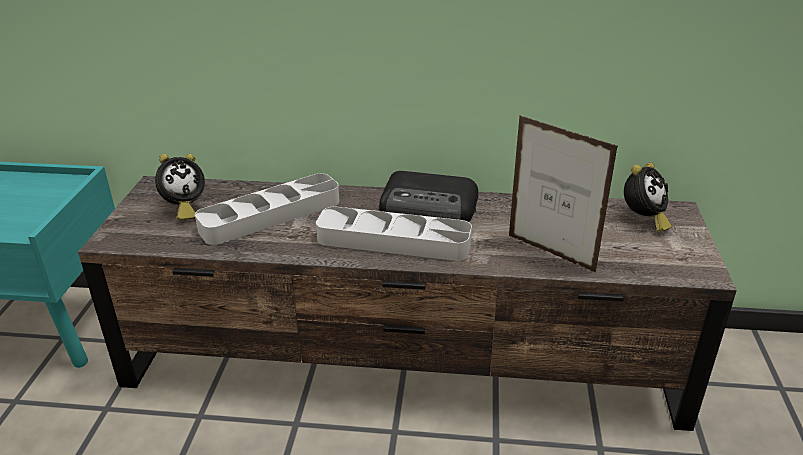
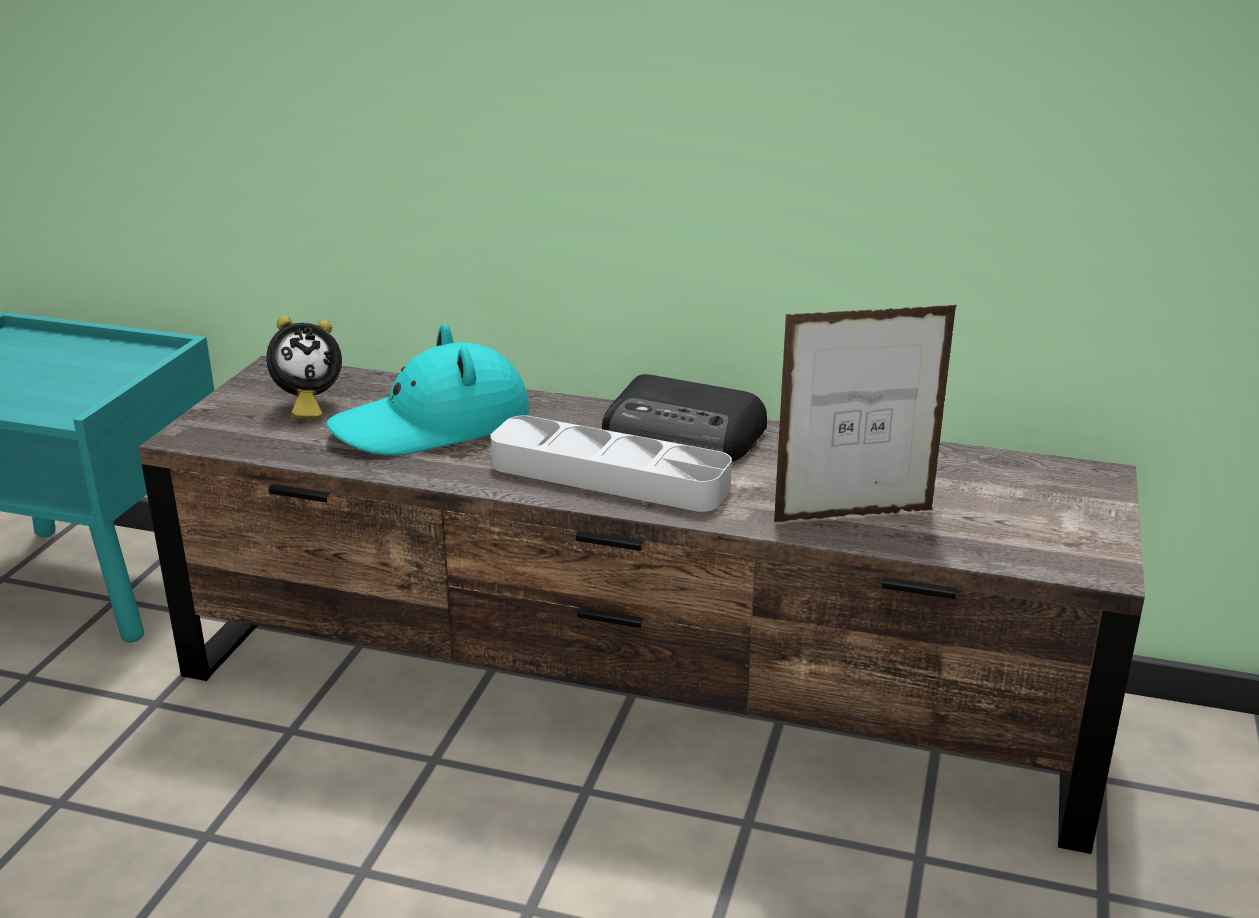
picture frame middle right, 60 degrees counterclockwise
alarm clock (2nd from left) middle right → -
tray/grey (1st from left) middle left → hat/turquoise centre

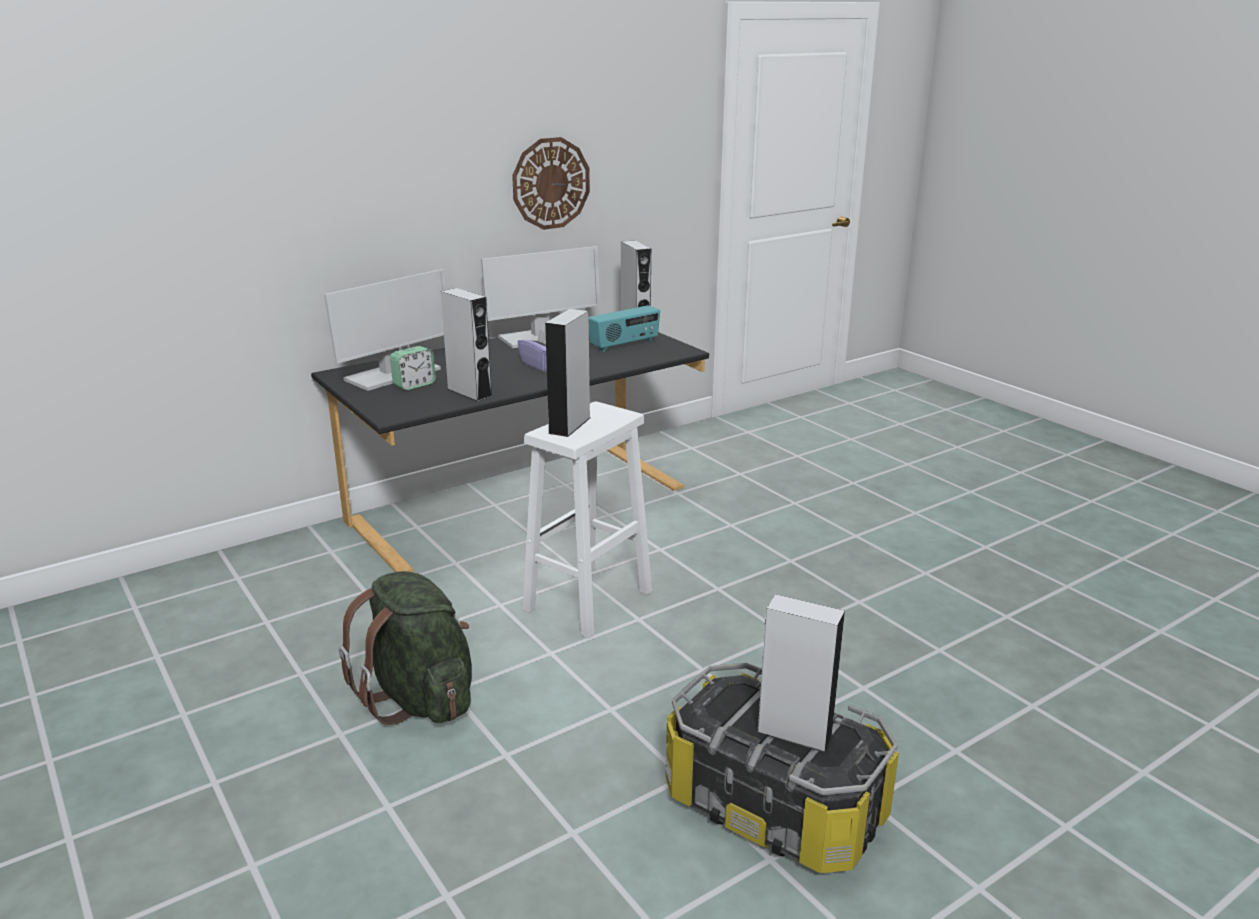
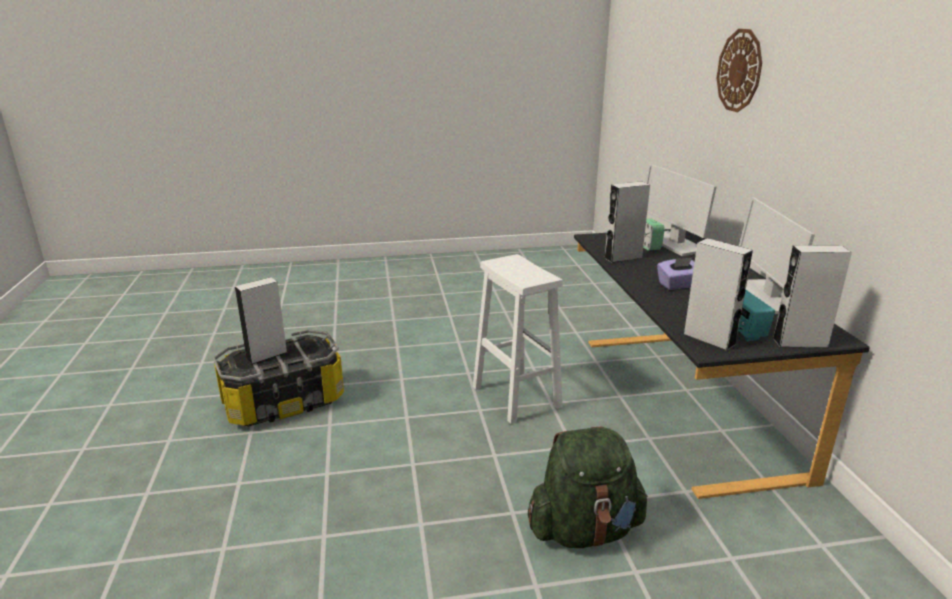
wall clock top centre → wall clock top right, move
speaker/grey (2nd from left in the first image) centre → speaker/grey (3rd from left) middle right, move
backpack/green bottom left → backpack/green bottom centre, move

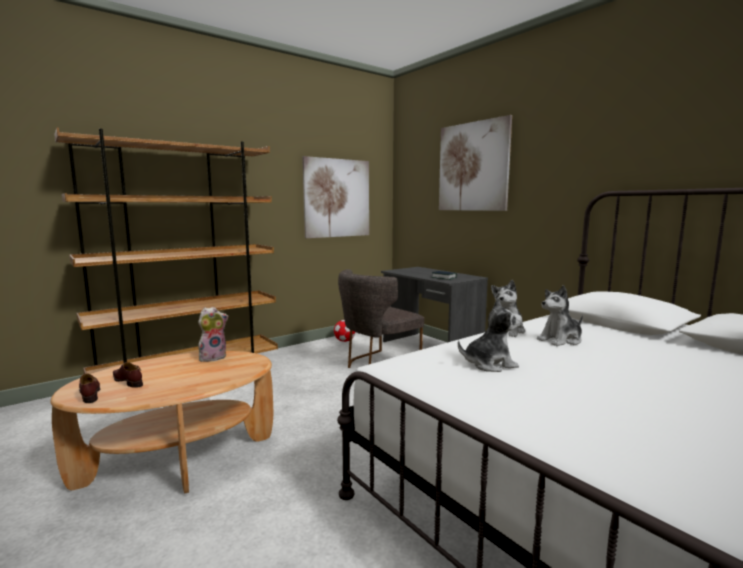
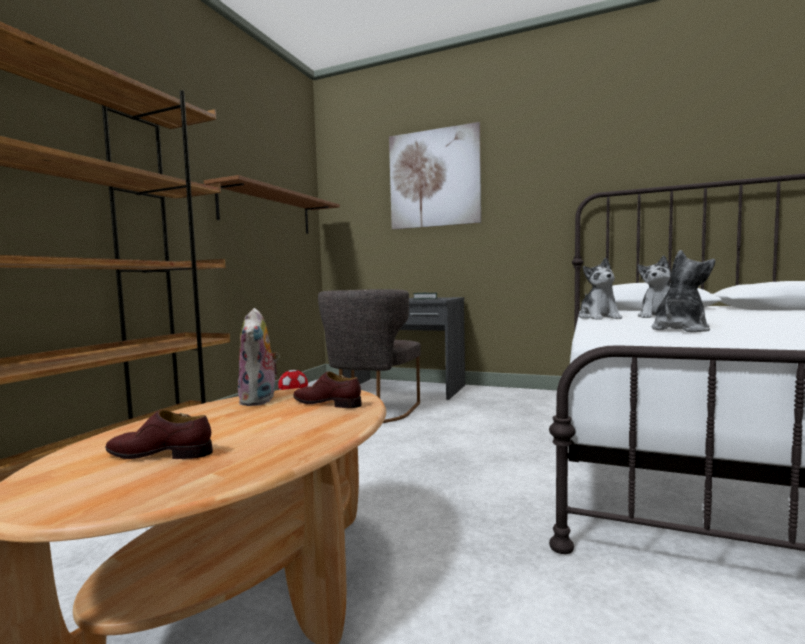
picture (1st from left) centre → shelf/brown top centre
plush toy (1st from left) middle left, 150 degrees clockwise
shoe/brown (1st from left in the first image) bottom left → shoe/brown (2nd from left) centre, move

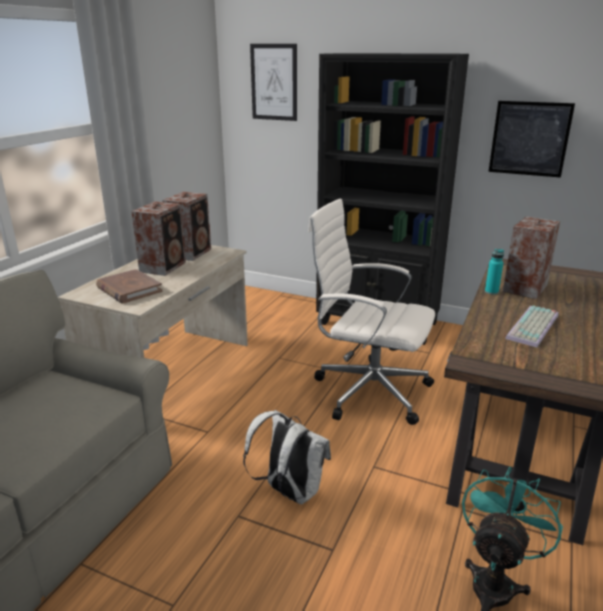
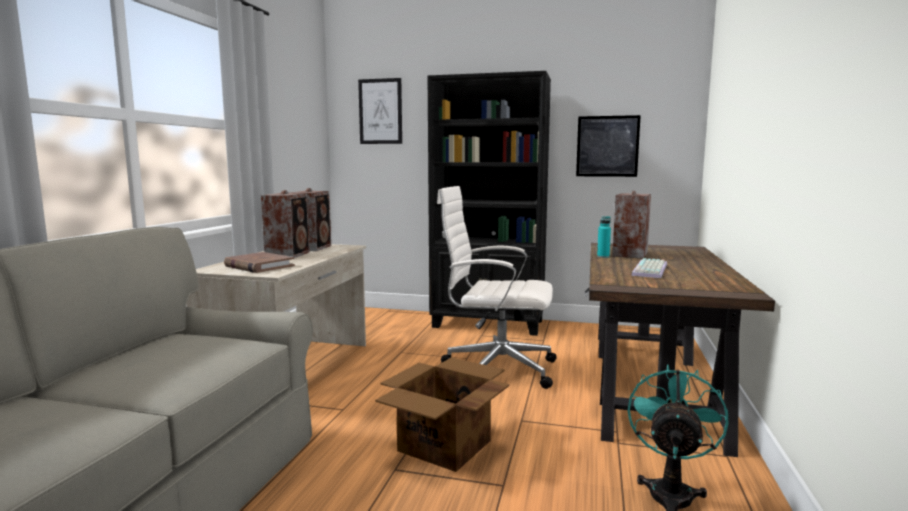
backpack/white bottom centre → cardboard box bottom centre

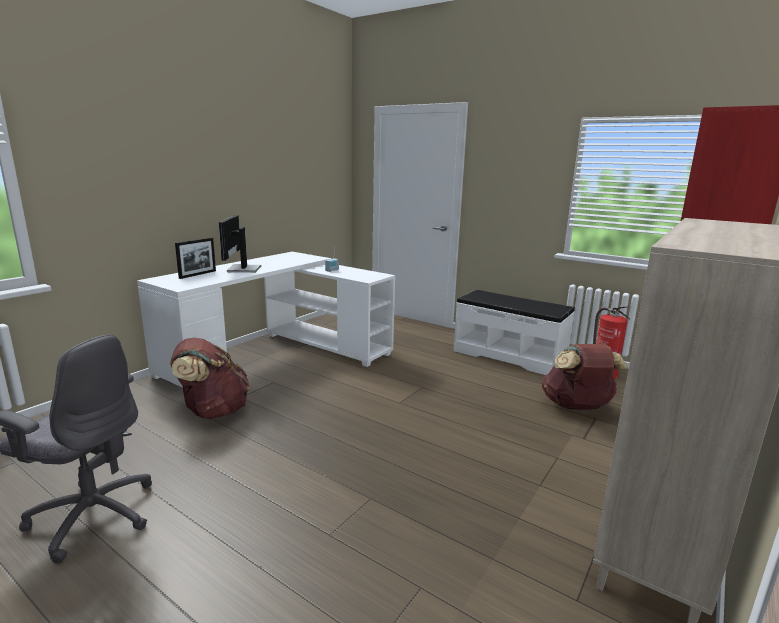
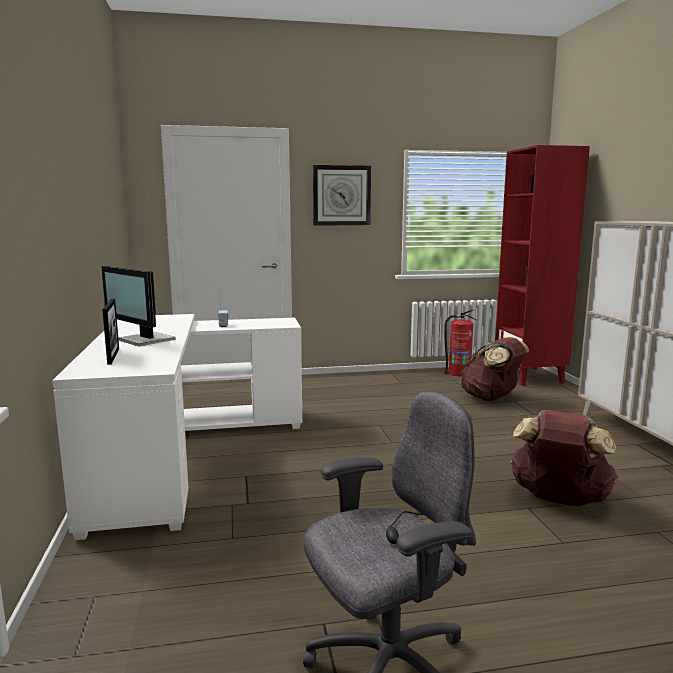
bench/white centre → -
backpack/brown (1st from left in the first image) middle left → backpack/brown (2nd from left) bottom right, move
- → wall clock top centre

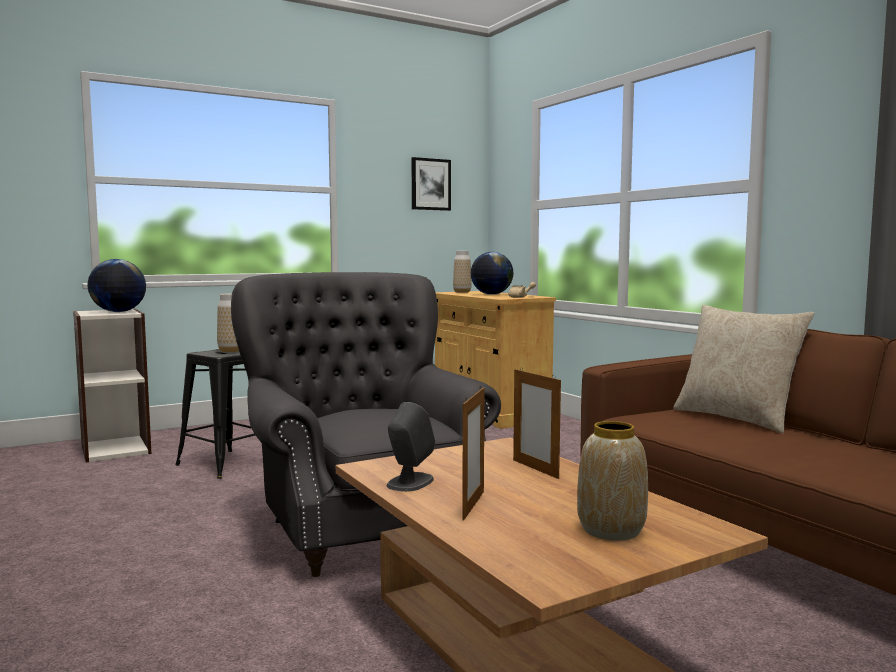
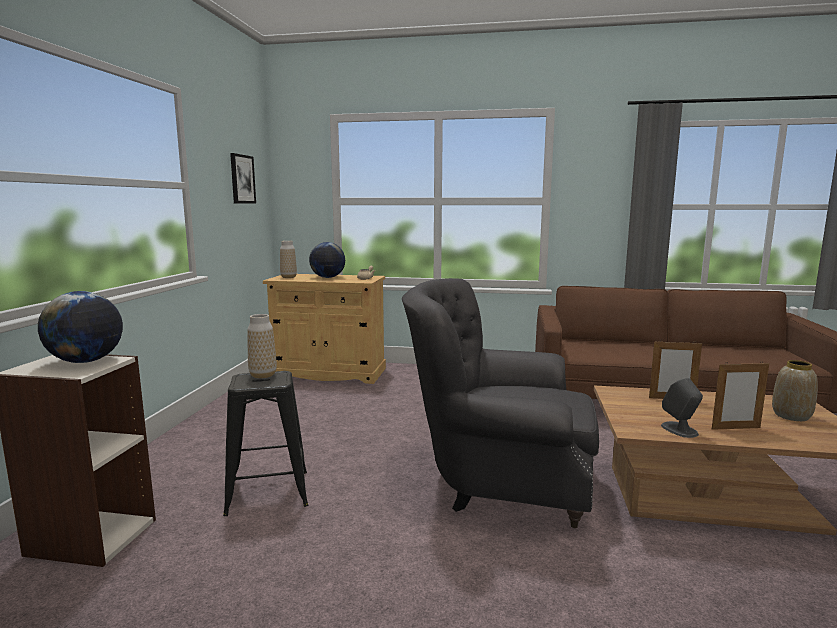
pillow/beige middle right → -
picture frame (1st from left in the first image) bottom centre → picture frame (2nd from left) middle right, 120 degrees clockwise

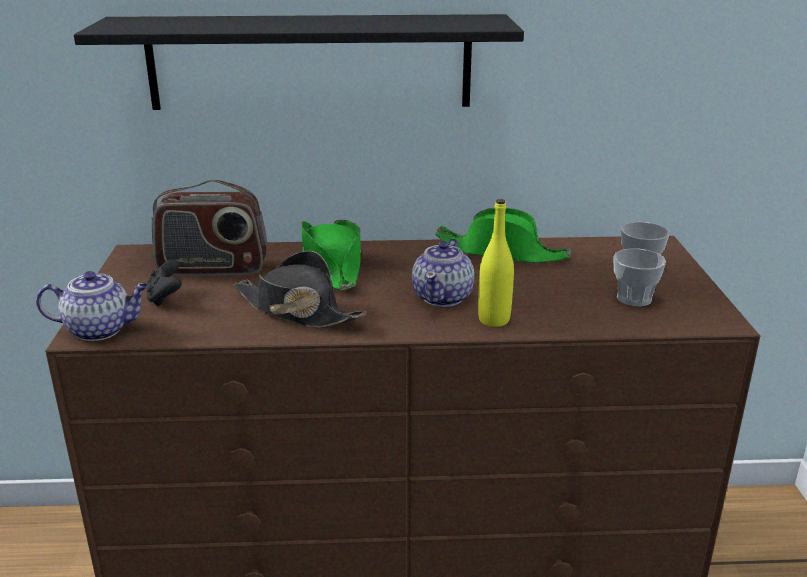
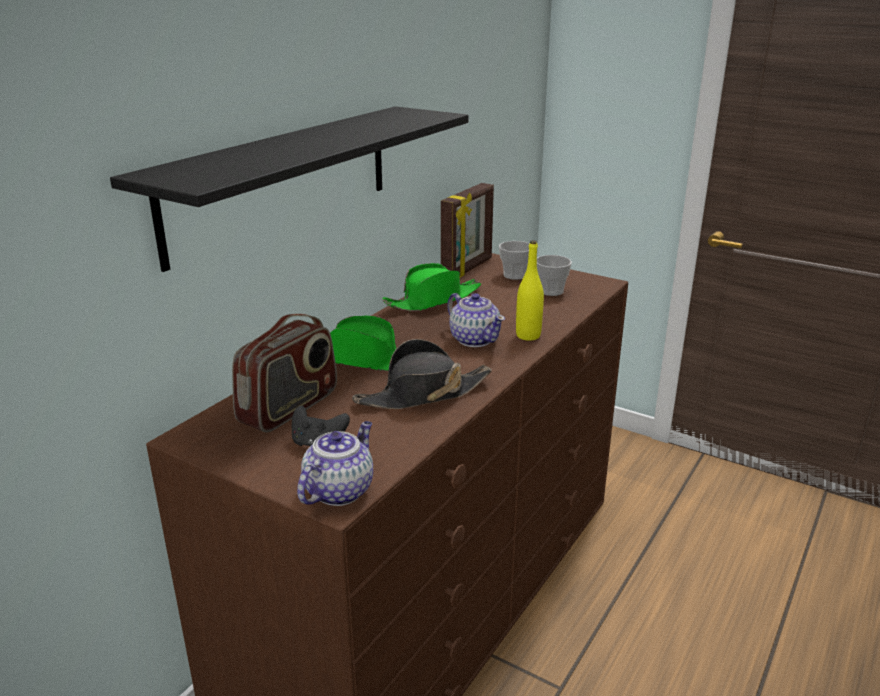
- → picture frame top centre

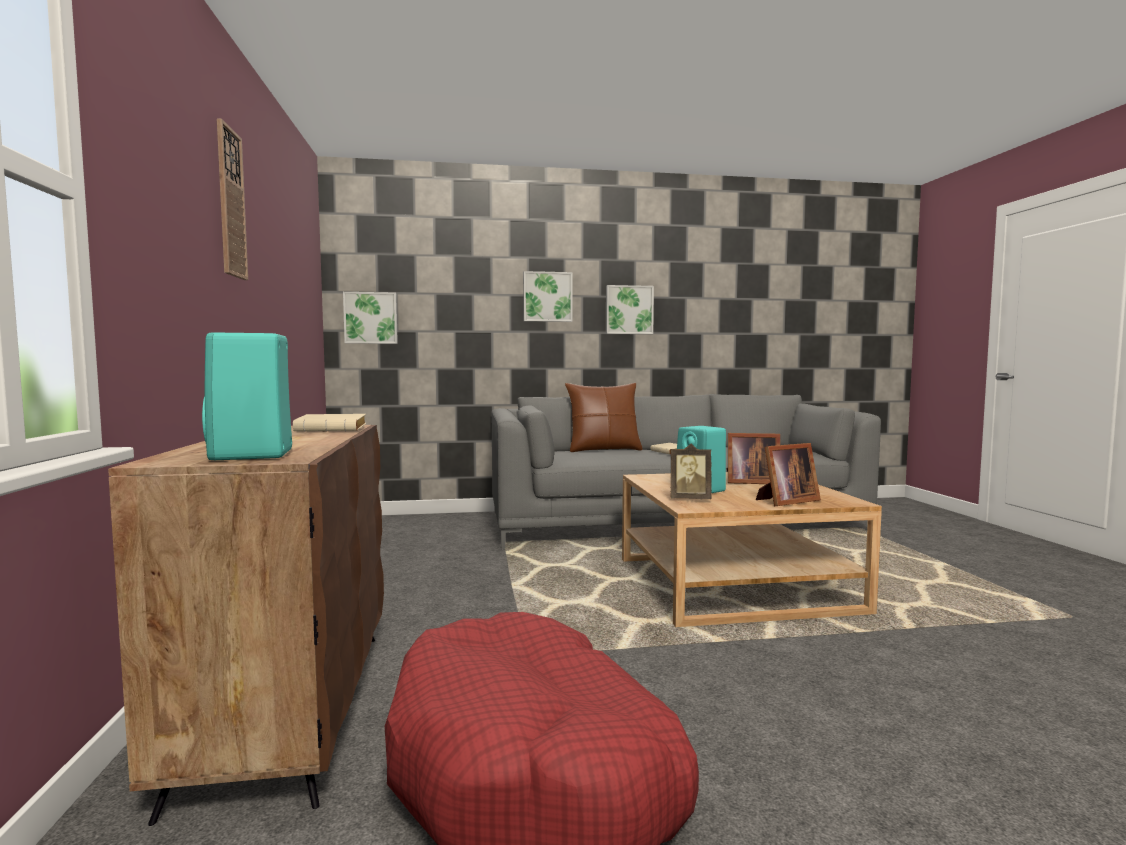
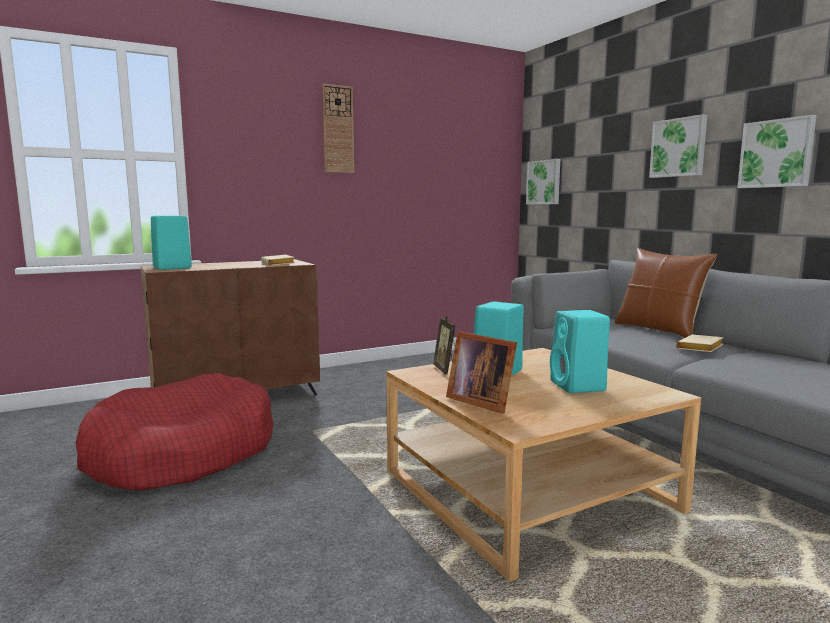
picture frame (2nd from left) middle right → speaker/turquoise (3rd from left) middle right

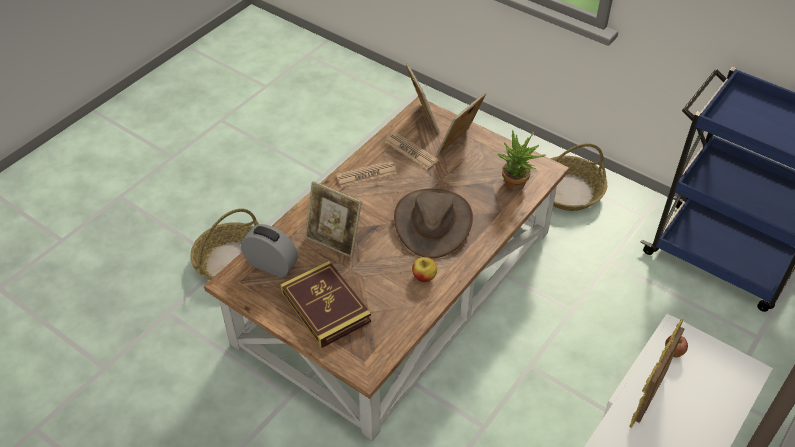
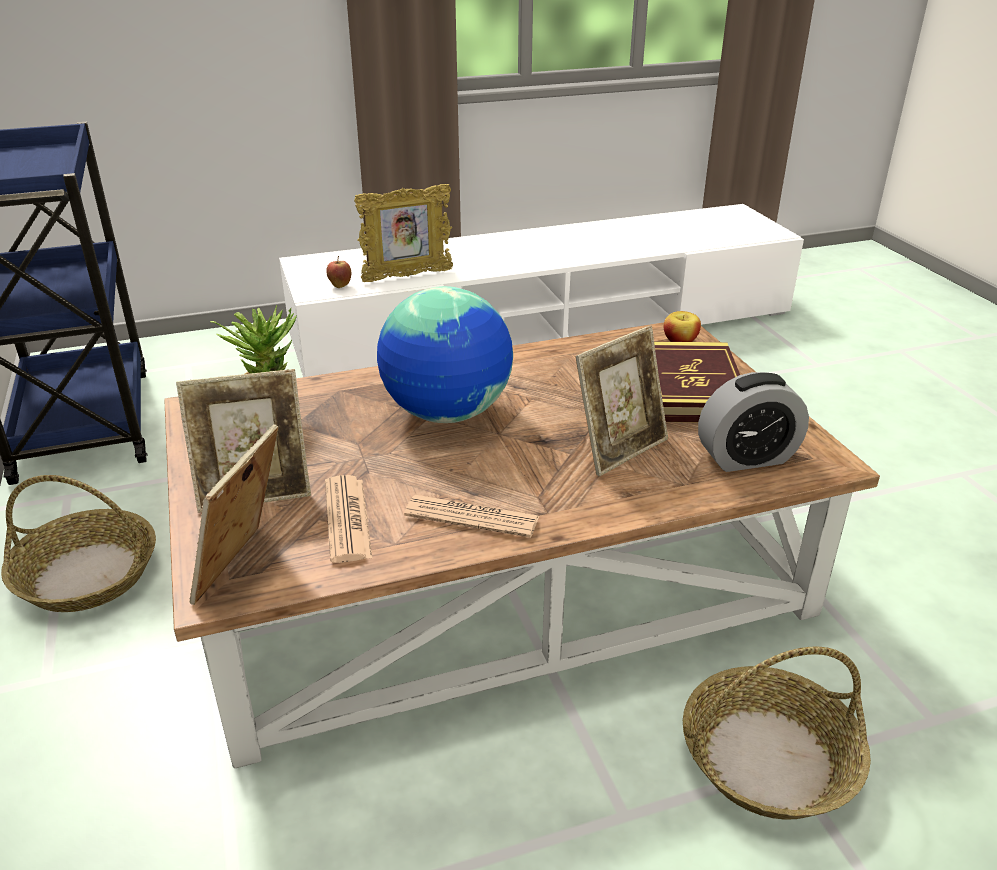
picture frame (1st from left in the first image) centre → picture frame (4th from left) centre, 75 degrees clockwise
hat/brown centre → globe centre
alarm clock centre → alarm clock middle right, 75 degrees counterclockwise
apple (1st from left in the first image) centre → apple (2nd from left) middle right, move

